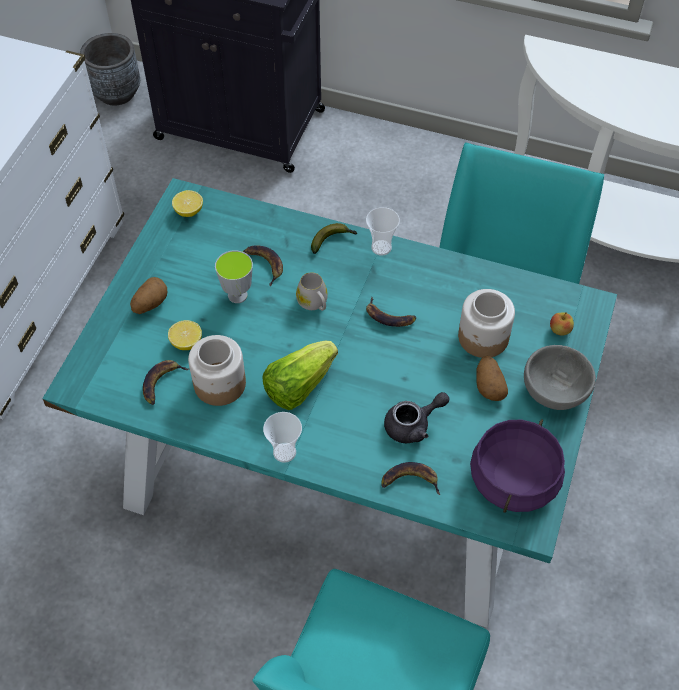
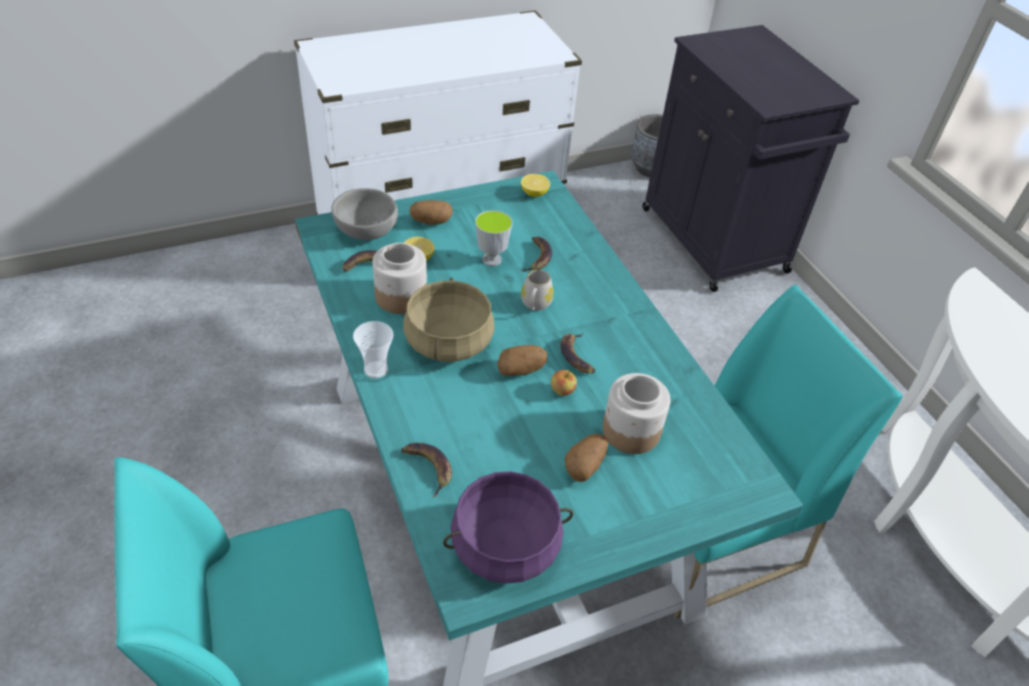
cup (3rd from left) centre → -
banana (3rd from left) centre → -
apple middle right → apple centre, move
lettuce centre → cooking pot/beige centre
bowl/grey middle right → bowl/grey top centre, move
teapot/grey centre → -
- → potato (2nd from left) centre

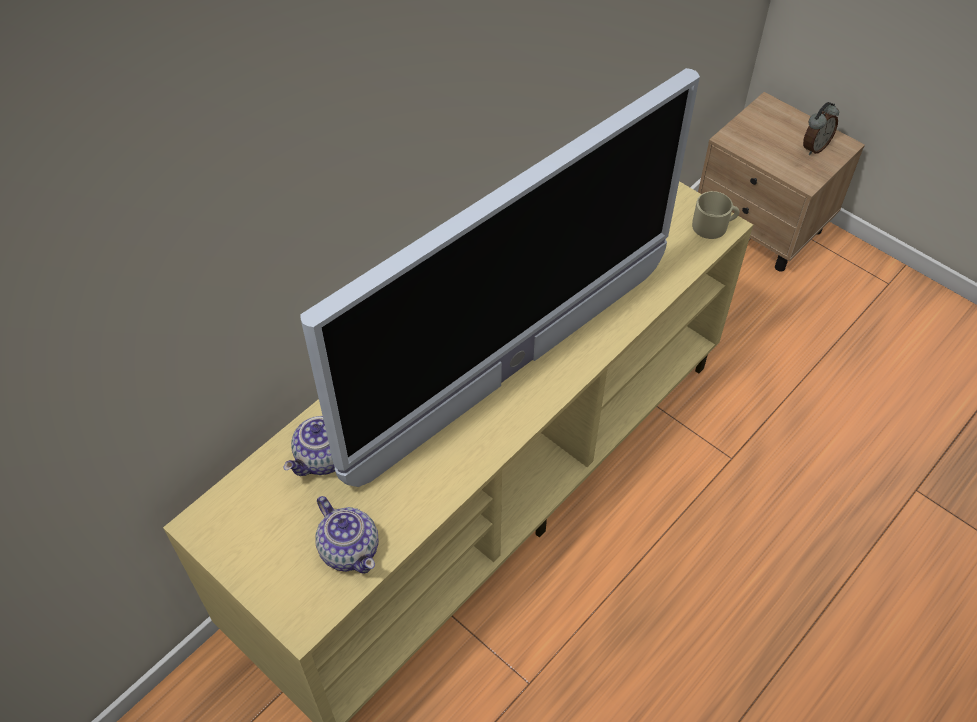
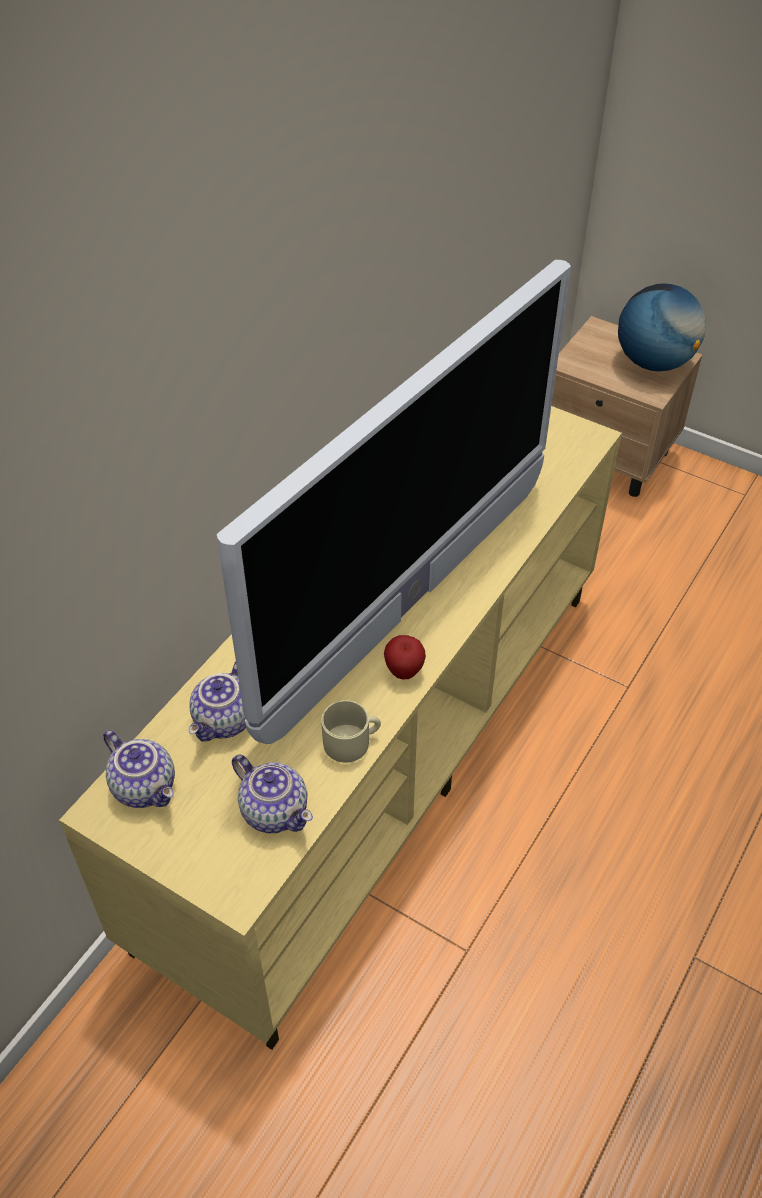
alarm clock top right → globe top right
mug/beige top right → mug/beige centre, move
- → apple centre
- → teapot (1st from left) middle left

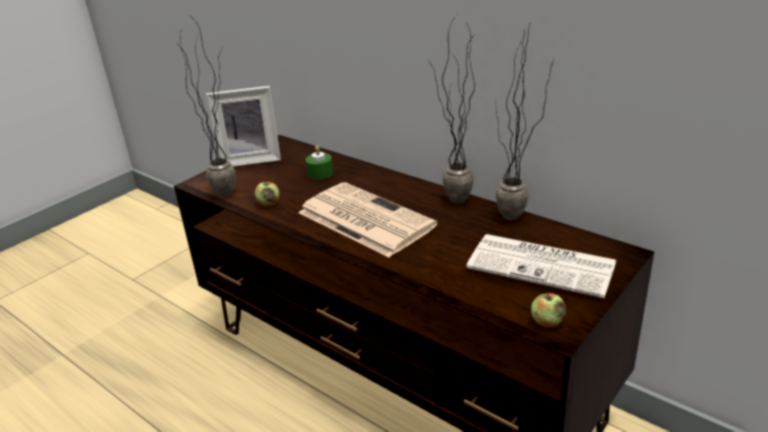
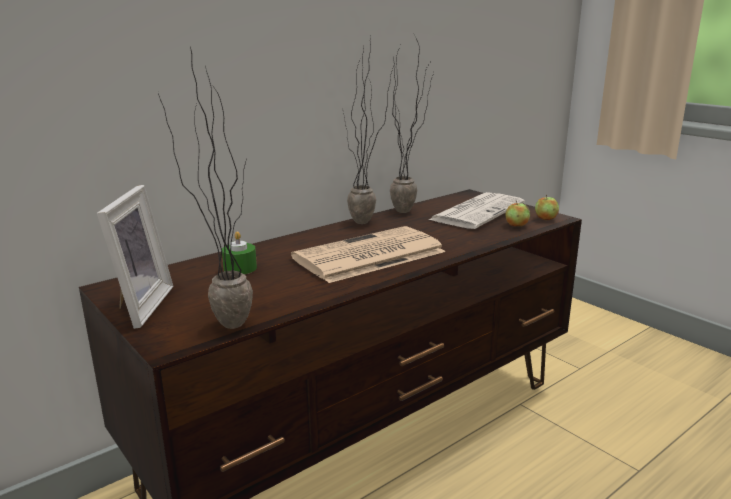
apple (1st from left) centre → apple (1st from left) middle right, move

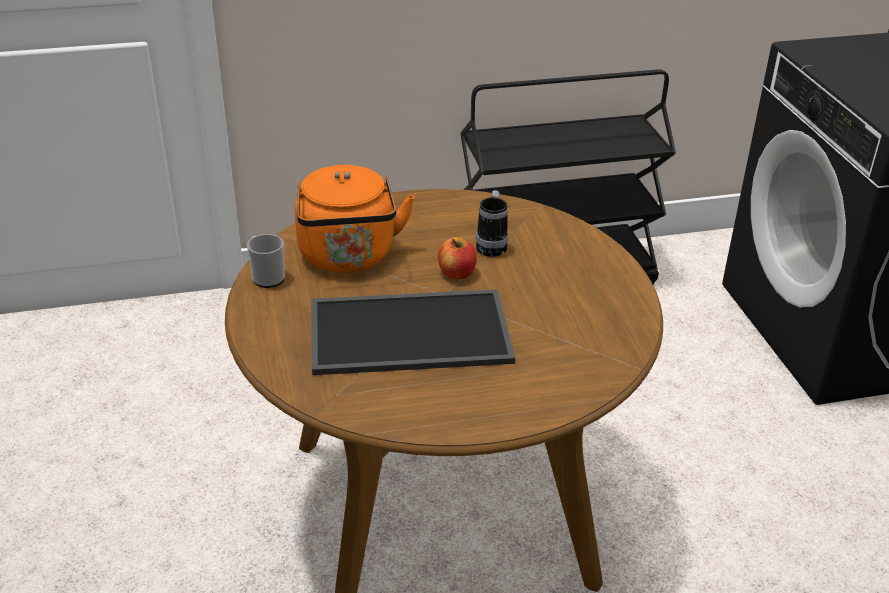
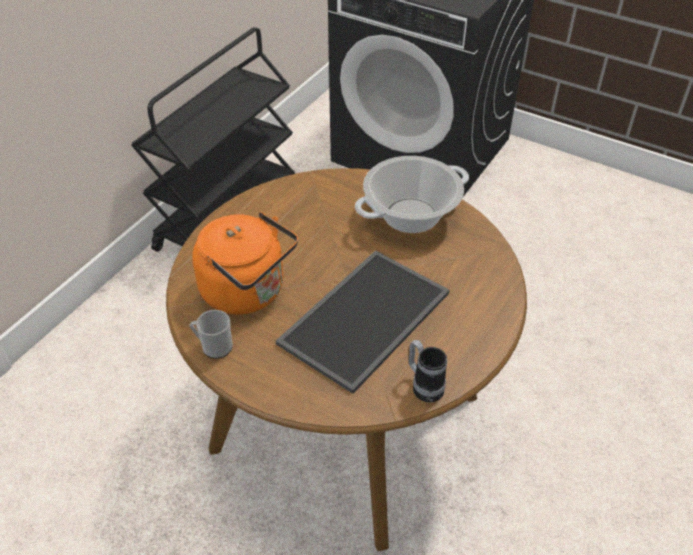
mug (2nd from left) centre → mug (2nd from left) bottom centre, move
apple centre → -
- → cooking pot centre

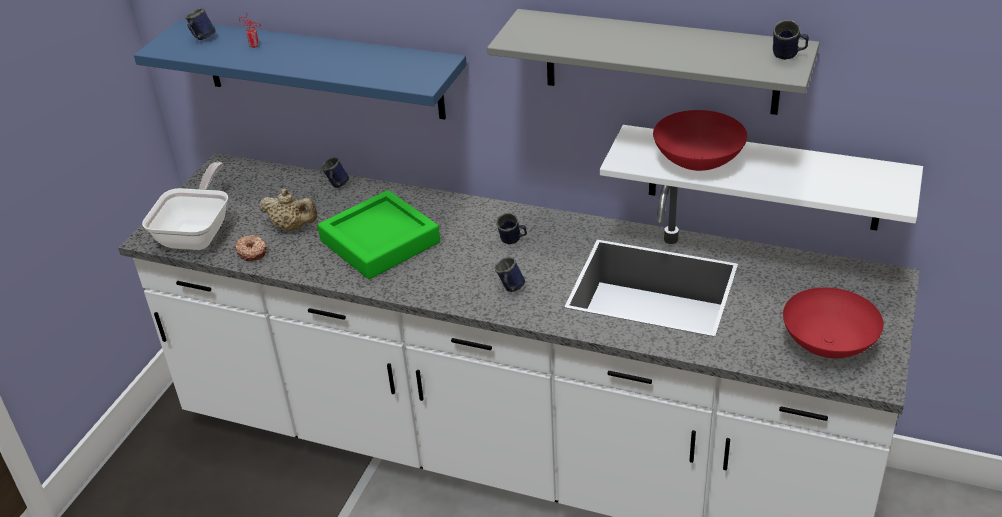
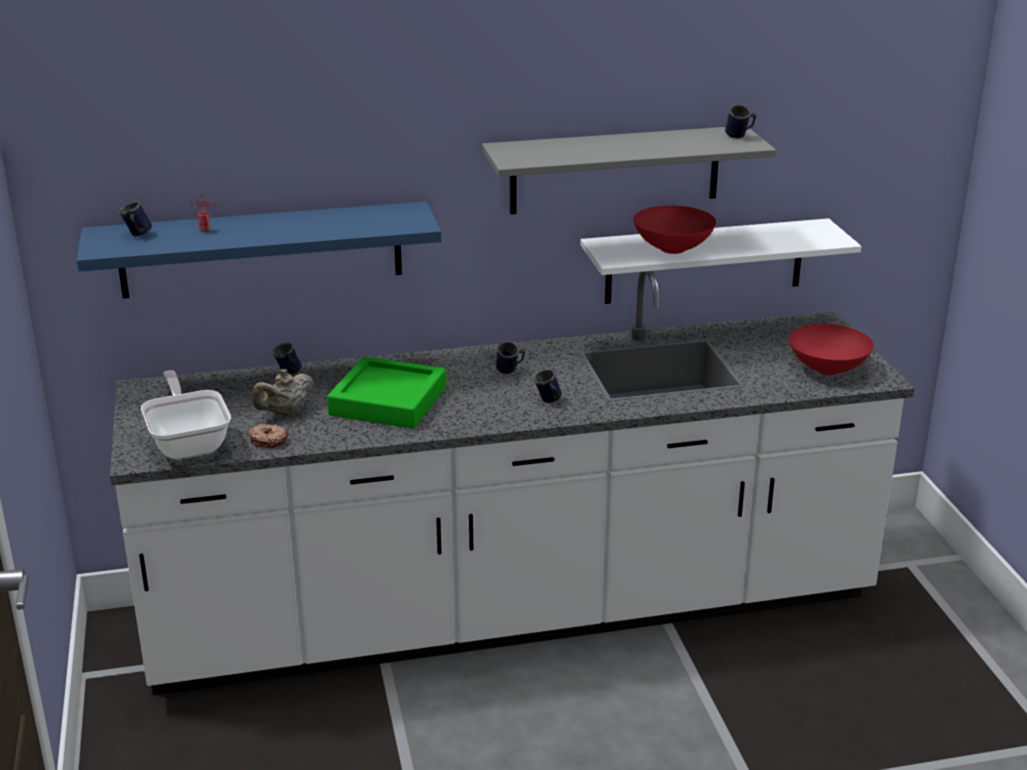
teapot/beige middle left, 150 degrees clockwise

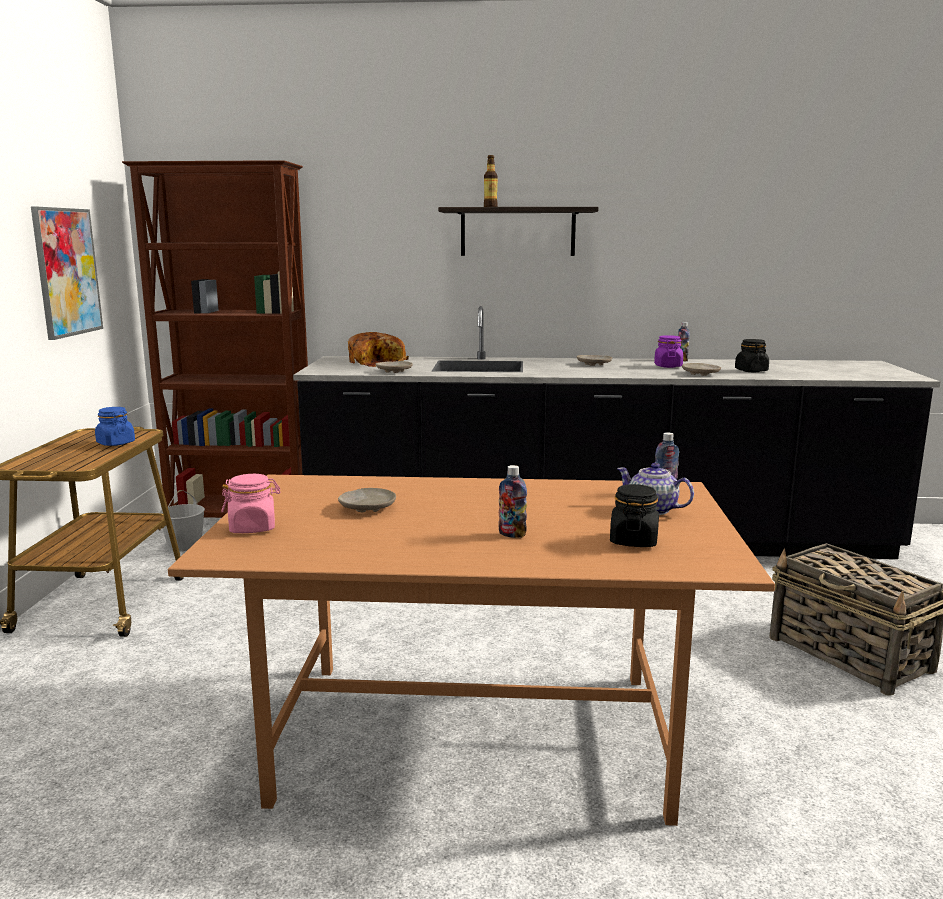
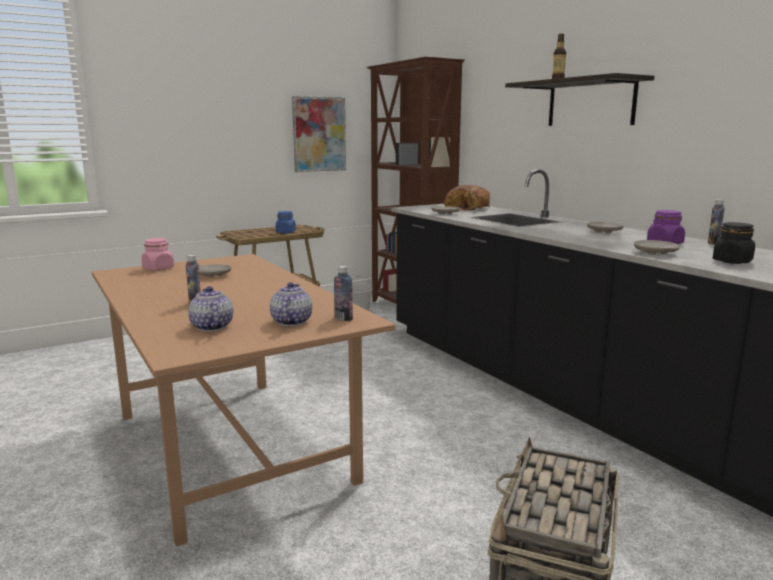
jar/black (1st from left) middle right → teapot (1st from left) middle left

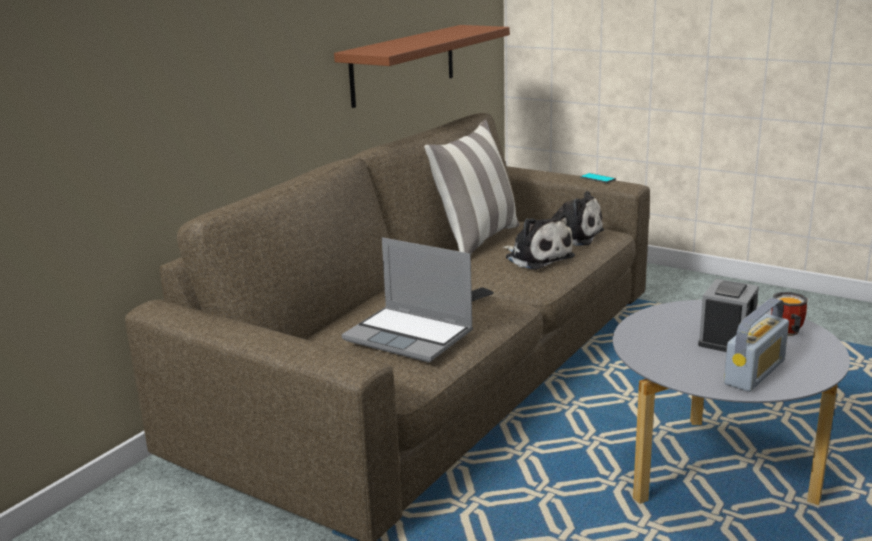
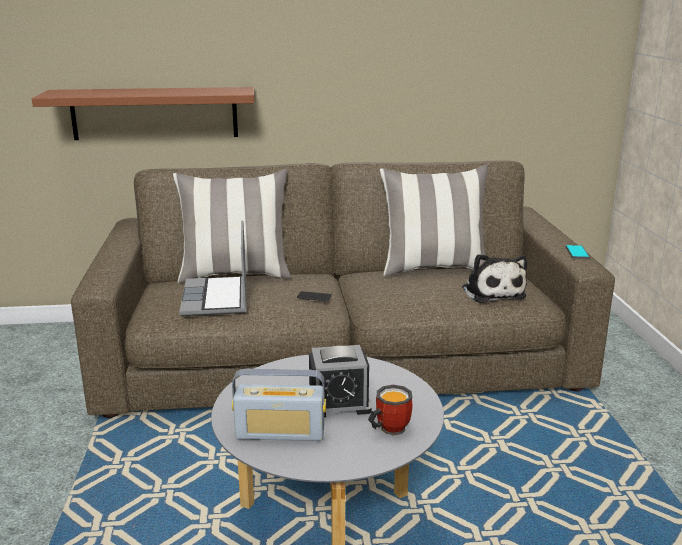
shelf/brown top centre → shelf/brown top left, move
plush toy (1st from left) centre → -
- → pillow (1st from left) centre

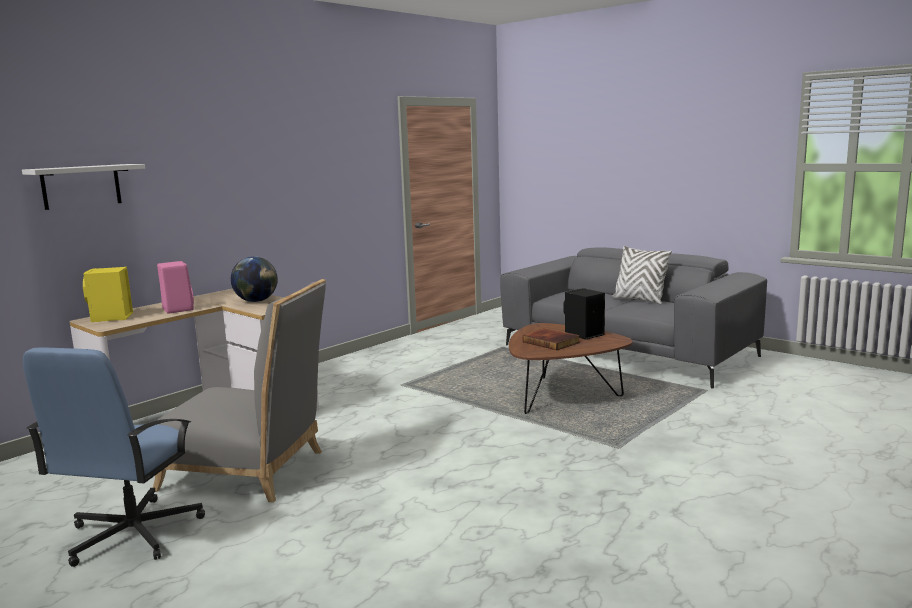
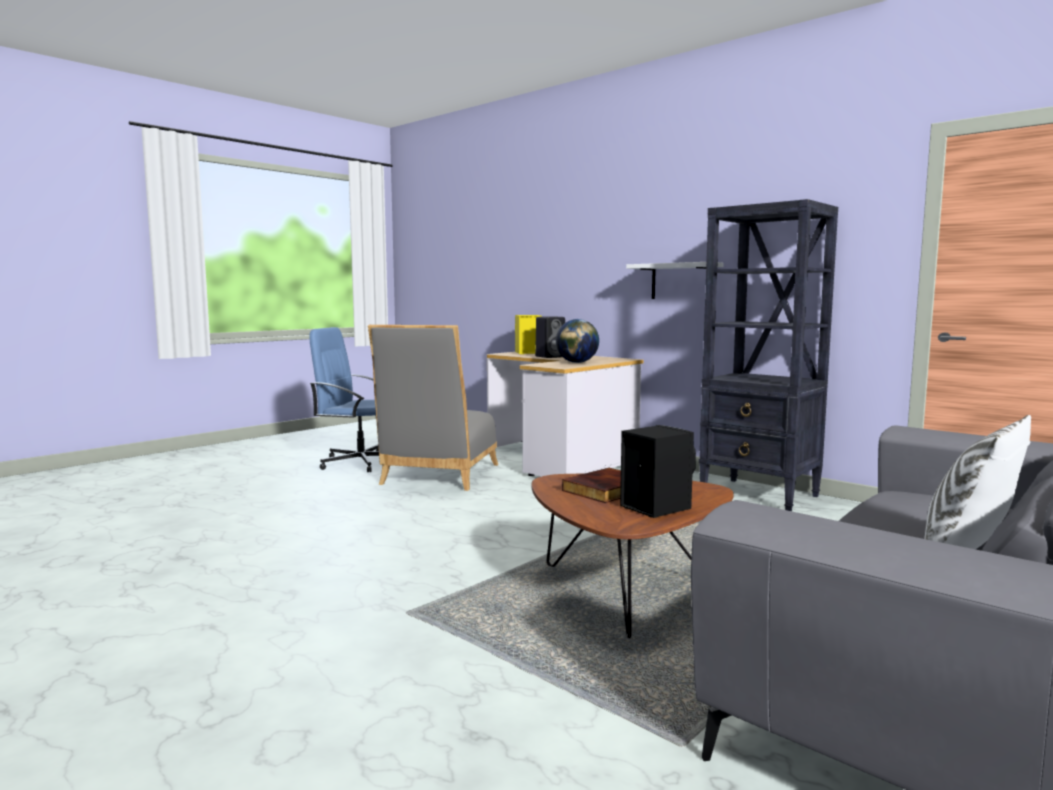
shelf/white top left → shelf/white centre, move
speaker/pink middle left → speaker/black (1st from left) centre
- → bookcase/black middle right

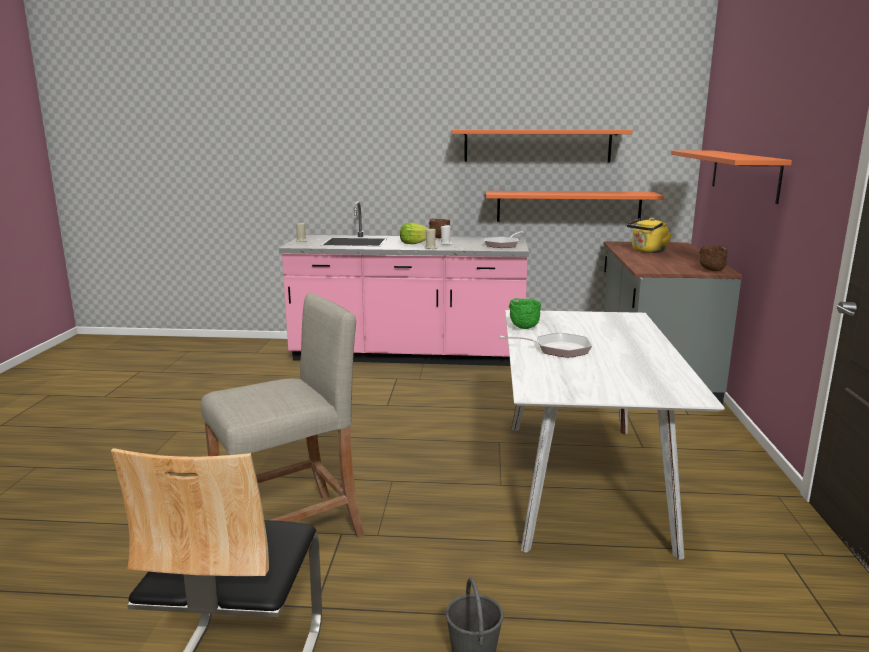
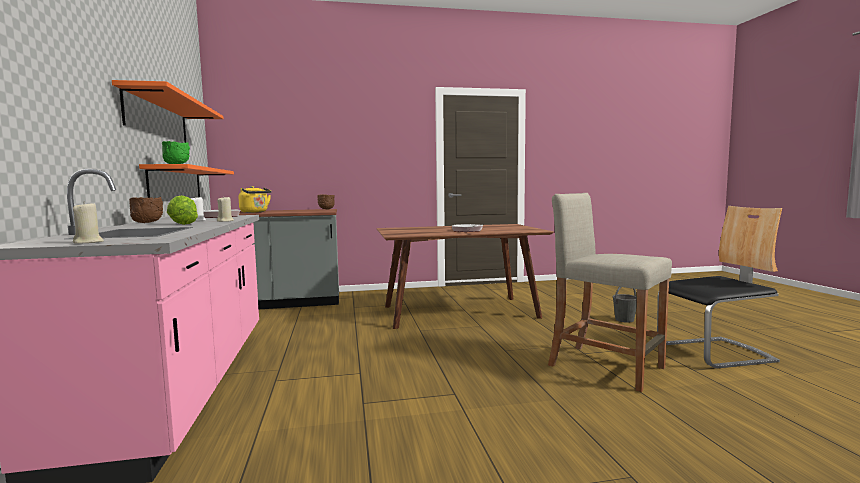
shelf/orange (3rd from left) top right → -
bowl/green centre → bowl/green top left, move
dining table/white bottom right → dining table/brown centre

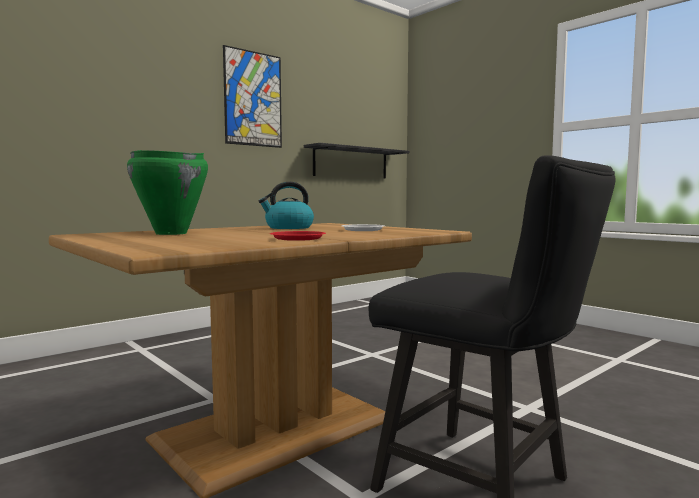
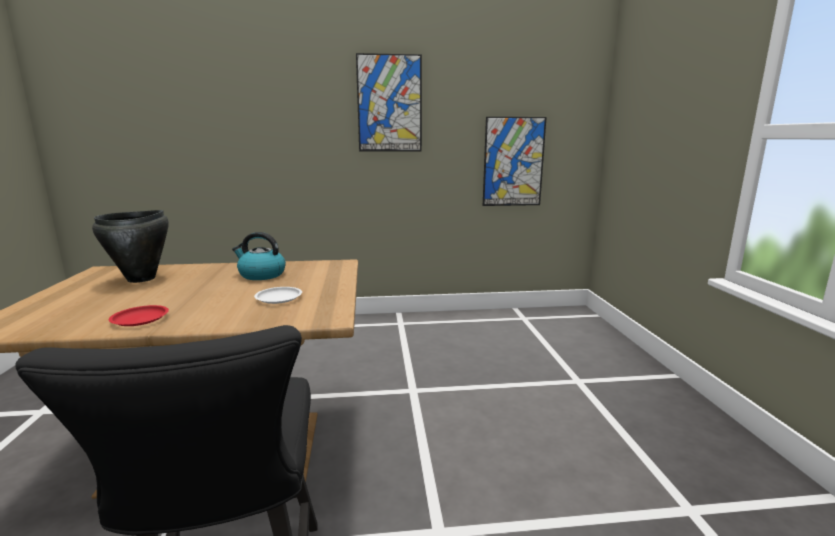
shelf/black top centre → picture (2nd from left) top centre
cooking pot/green middle left → cooking pot/black middle left

